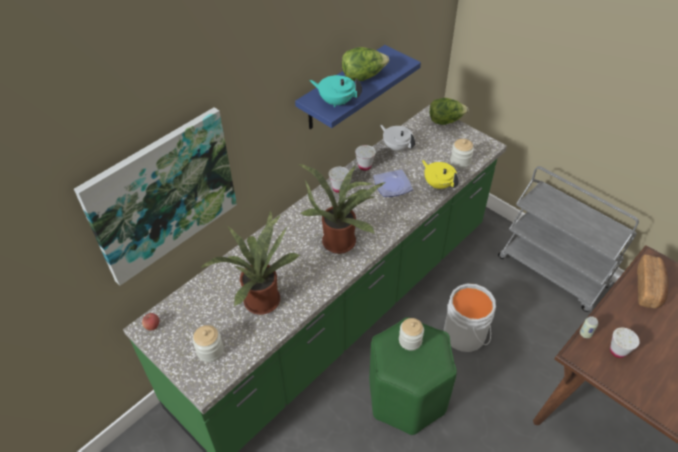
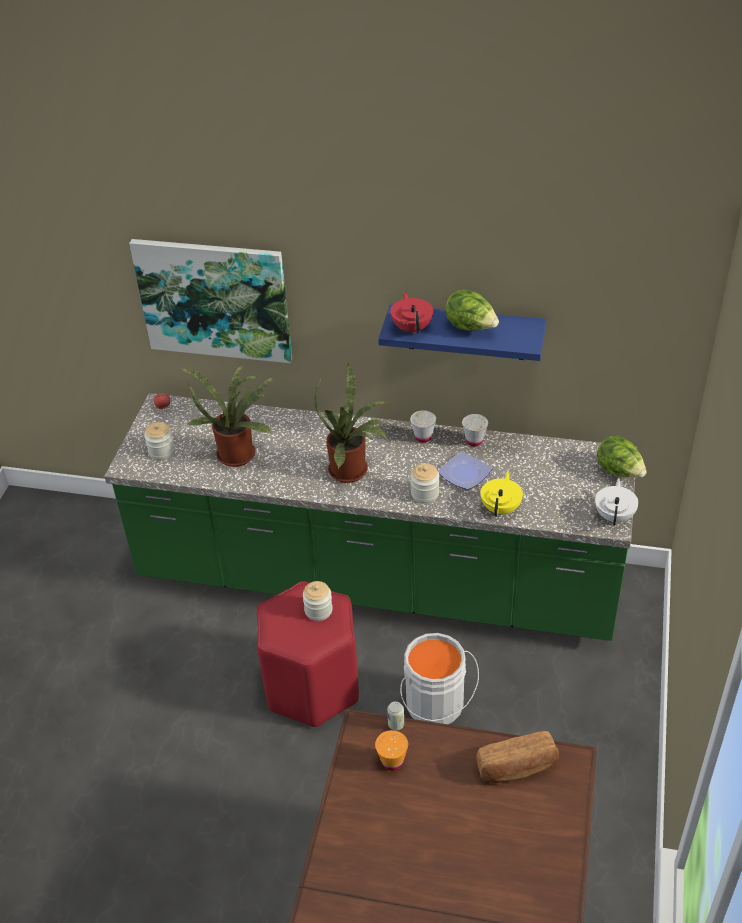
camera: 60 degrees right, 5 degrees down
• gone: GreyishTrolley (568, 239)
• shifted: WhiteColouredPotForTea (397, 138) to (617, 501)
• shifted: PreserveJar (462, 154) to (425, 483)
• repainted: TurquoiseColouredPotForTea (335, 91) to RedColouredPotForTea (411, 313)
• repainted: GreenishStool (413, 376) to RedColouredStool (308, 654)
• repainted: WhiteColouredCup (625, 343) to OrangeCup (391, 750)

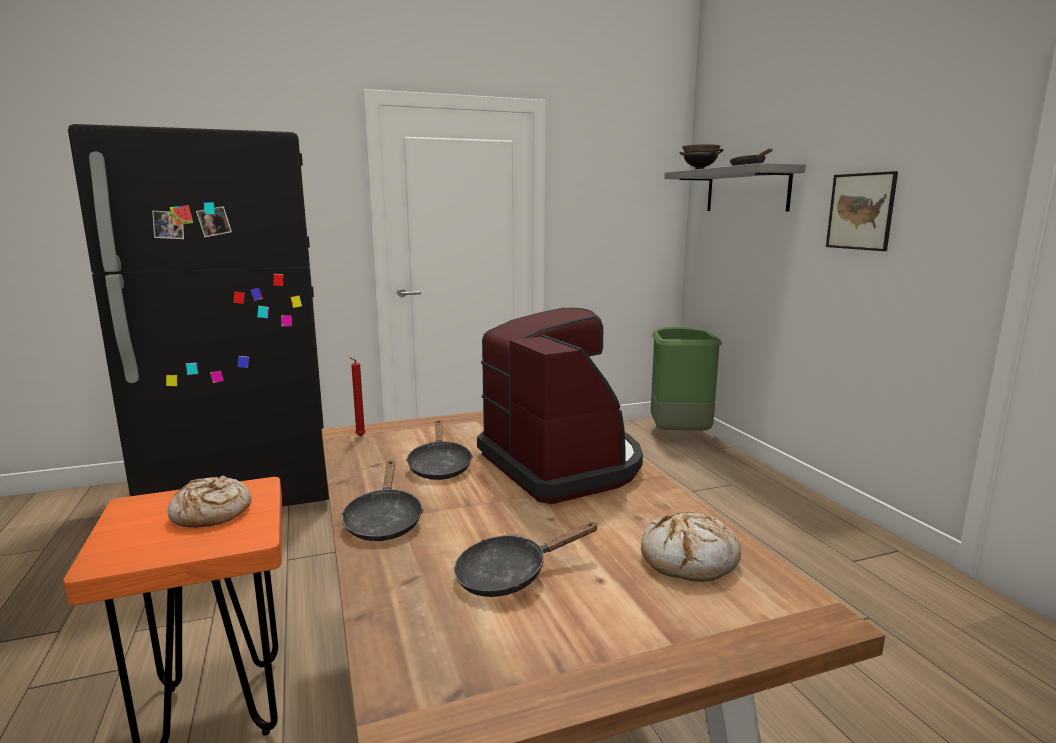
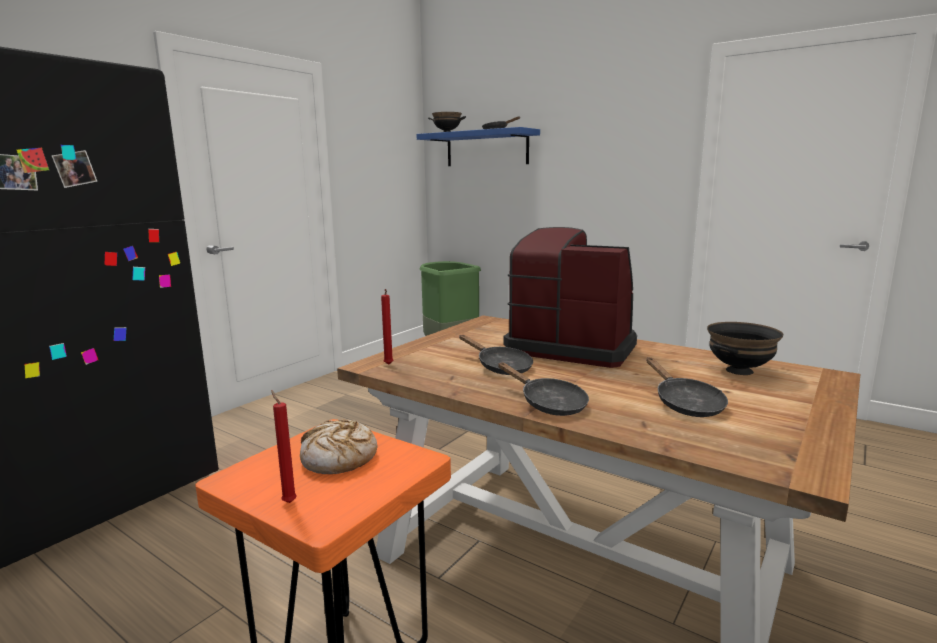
camera: 35 degrees left, 0 degrees up
• gone: WallArt (862, 211)
• new: RedColouredCandle (284, 446)
• swapped: BakeryBread (691, 546) to BlackishDeepDish (745, 348)
• repainted: GreyishShelf (735, 187) to BlueShelf (478, 146)
• rotated: BlackishSkillet (526, 559) = (687, 387) 45 degrees counterclockwise

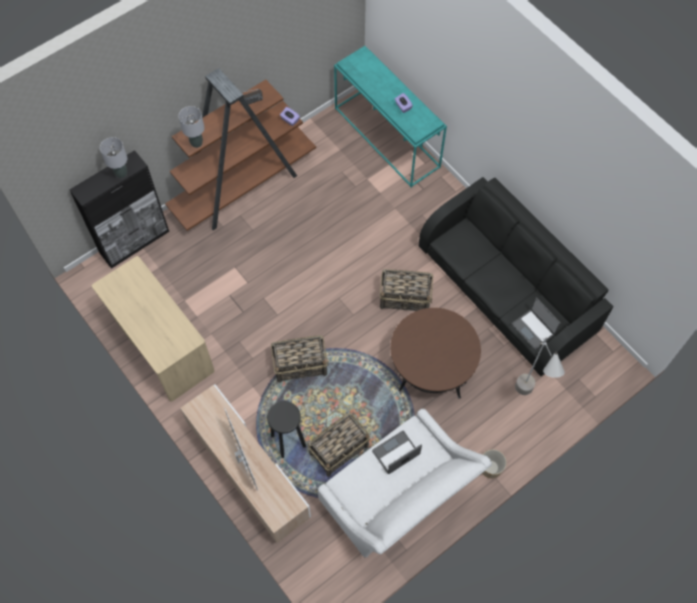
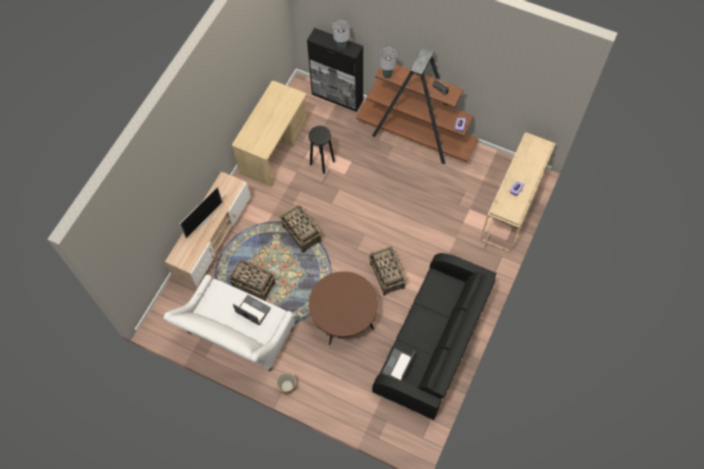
camera: 65 degrees right, 0 degrees up
• gone: GreyishStandingLamp (540, 366)
• shifted: BlackishStool (286, 429) to (322, 150)
• repainted: TurquoiseColouredHallTable (390, 116) to SandColouredHallTable (517, 192)

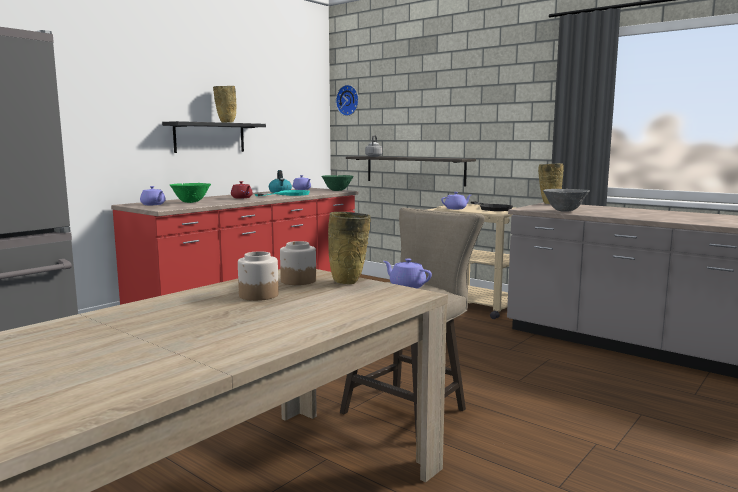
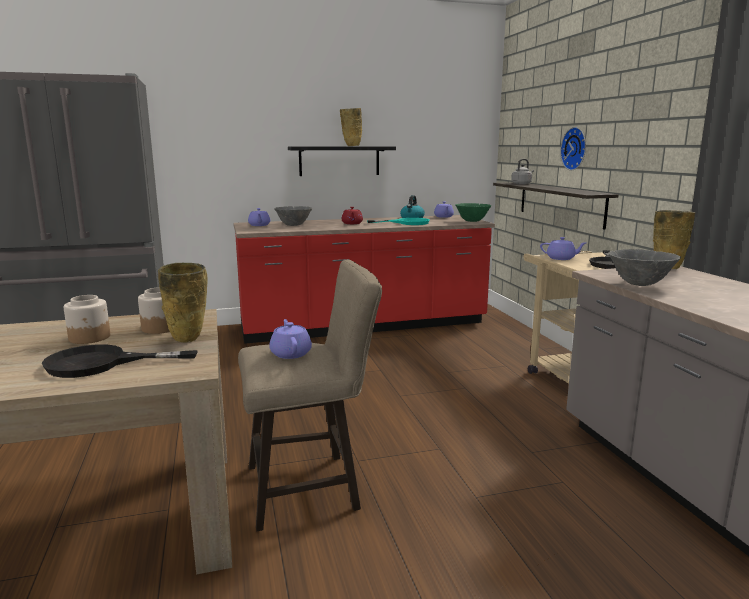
camera: 35 degrees right, 5 degrees up
• new: BlackishSkillet (119, 361)
• shifted: WallClock (347, 100) to (573, 148)
• repainted: GreenishDeepDish (190, 193) to GreyishDeepDish (293, 216)

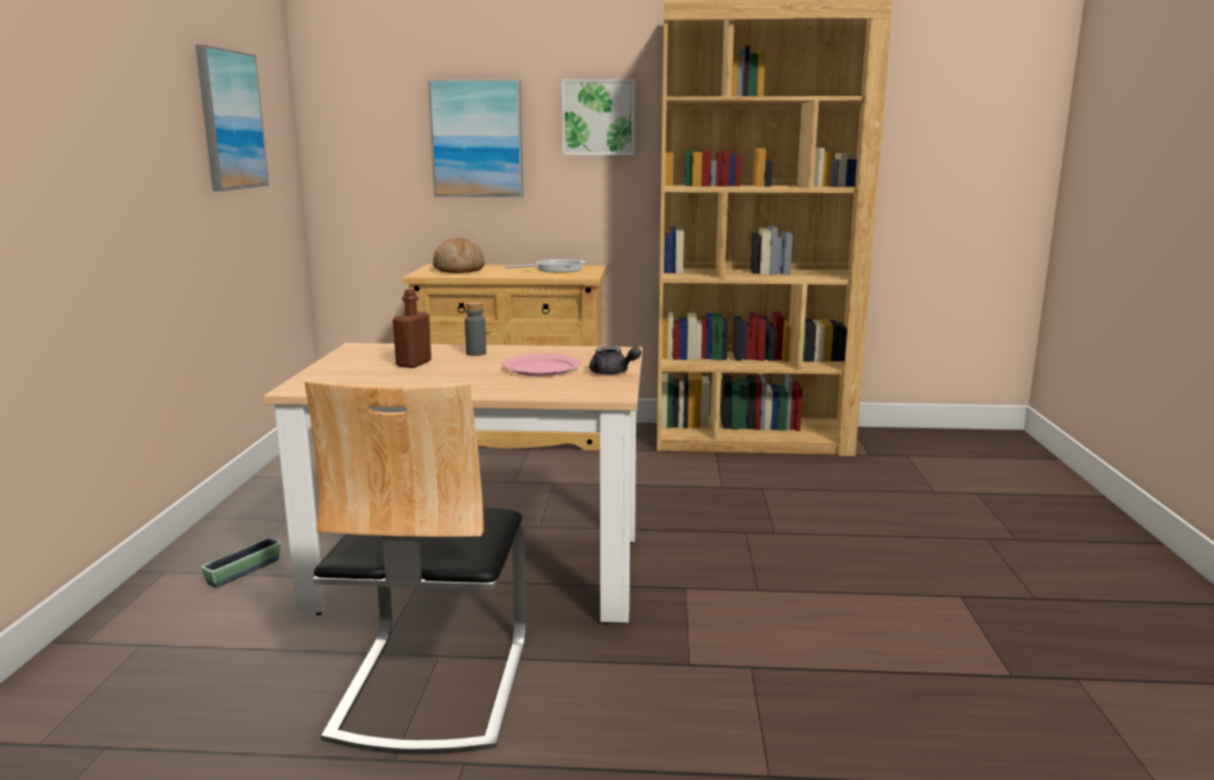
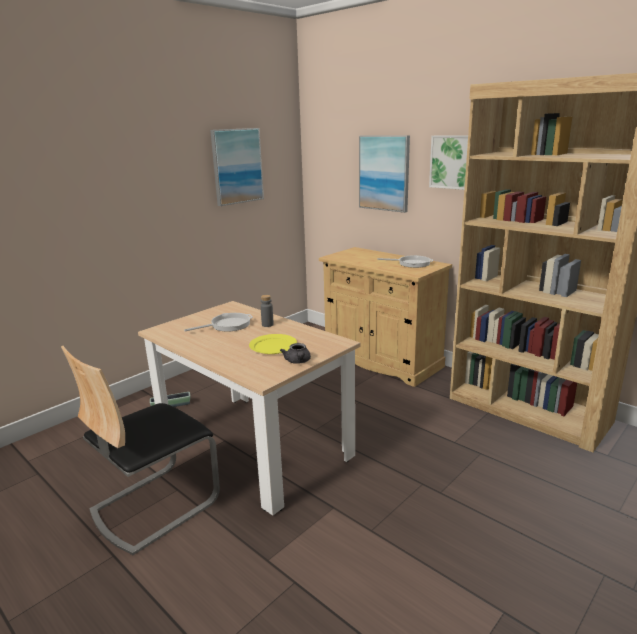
camera: 40 degrees right, 5 degrees up
• gone: BakeryBread (459, 255)
• swapped: BrownBeverageBottle (412, 328) to Skillet (218, 322)
• repainted: PinkishFlatDish (541, 365) to YellowFlatDish (273, 344)

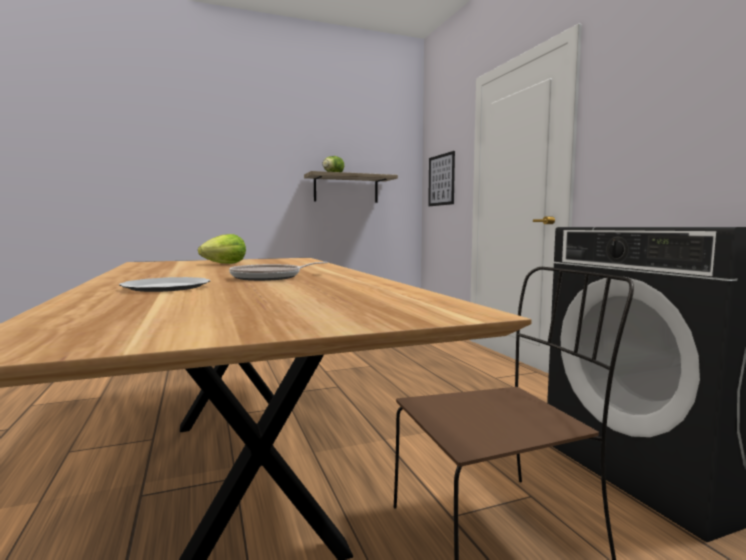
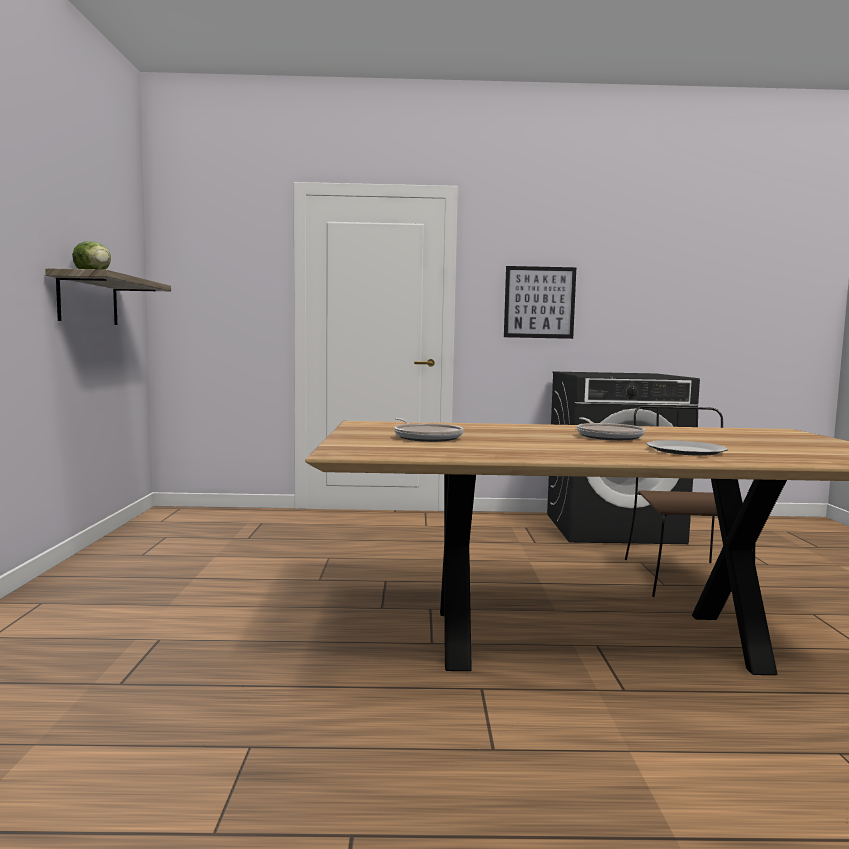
camera: 70 degrees left, 0 degrees up
• shifted: WallArt (441, 178) to (540, 302)
• swapped: LettuceHead (222, 249) to Skillet (429, 430)

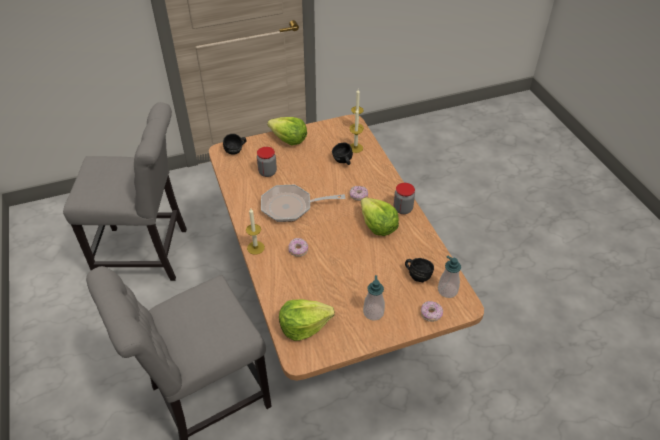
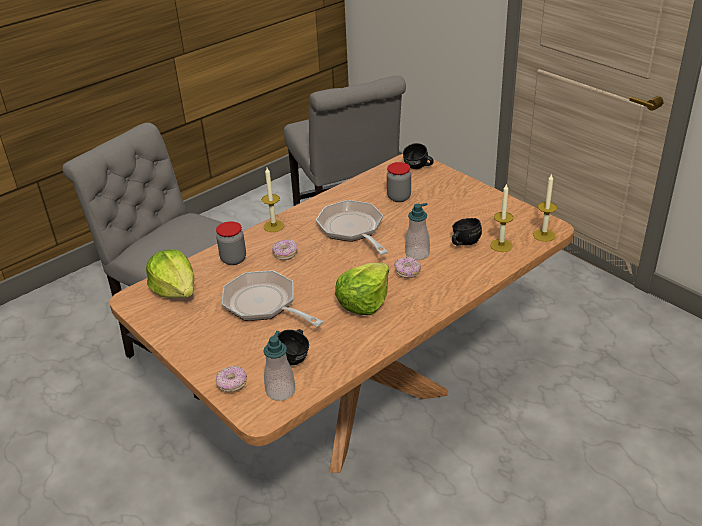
camera: 70 degrees right, 10 degrees down
• gone: LettuceHead (287, 131)
• new: Skillet (272, 298)
• shifted: SoapBottle (374, 297) to (417, 231)
• shifted: PreserveJar (404, 198) to (231, 243)

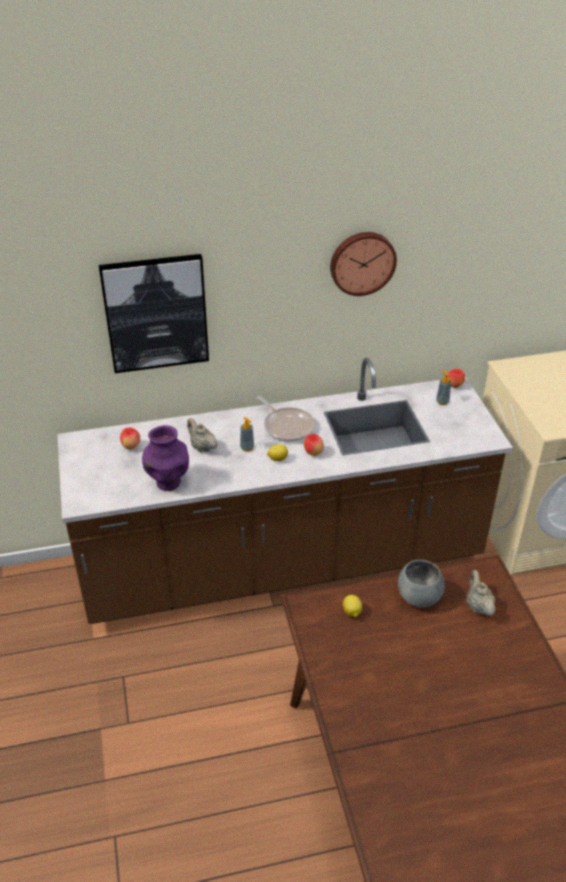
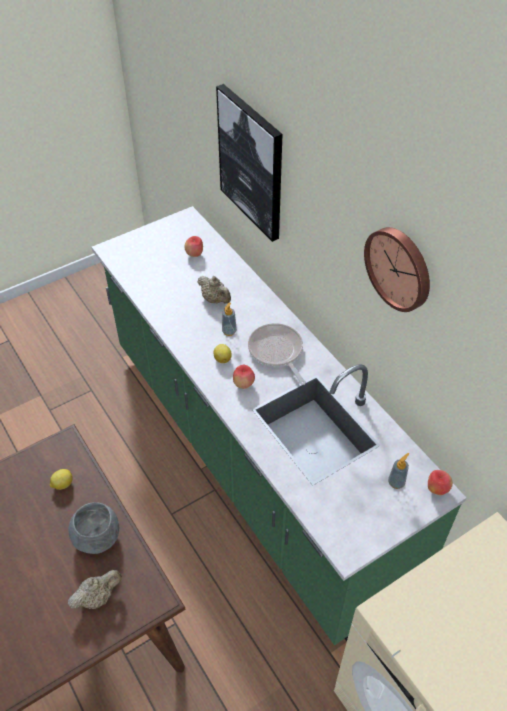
camera: 70 degrees right, 10 degrees up
• gone: PurpleDecorativeVase (165, 458)
• repainted: BrownKitchenCounter (285, 491) to GreenishKitchenCounter (279, 425)
• rotated: SandColouredPotForTea (202, 435) = (214, 290) 105 degrees clockwise
• rotated: Skillet (286, 419) = (277, 354) 120 degrees clockwise

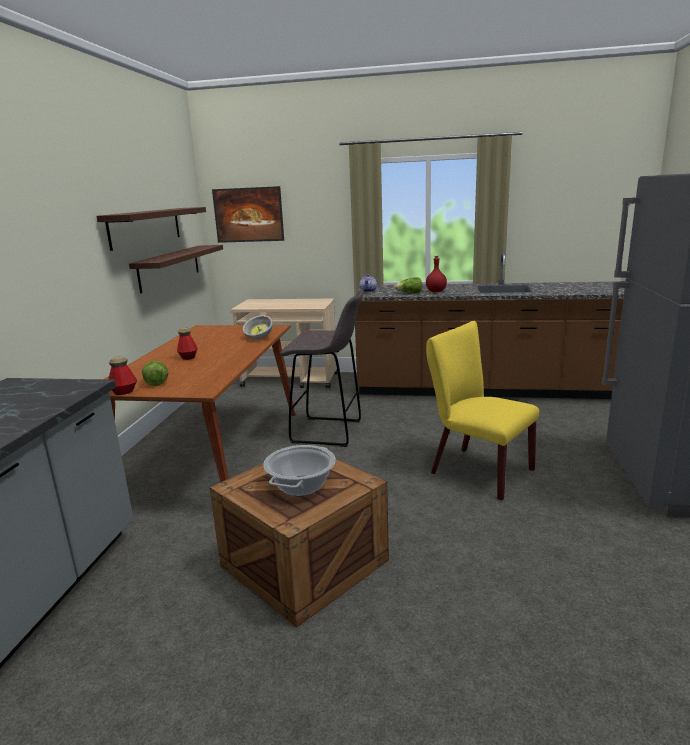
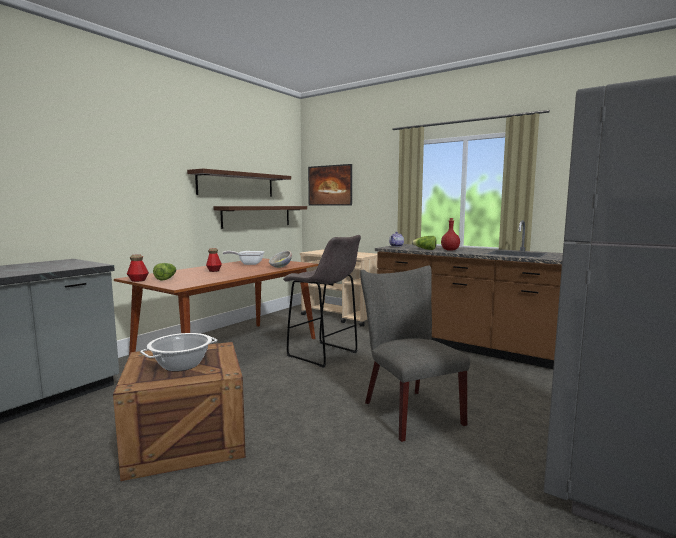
camera: 25 degrees right, 10 degrees down
• new: Skillet (244, 258)
• repainted: YellowUprightChair (482, 411) to GreyishUprightChair (415, 353)

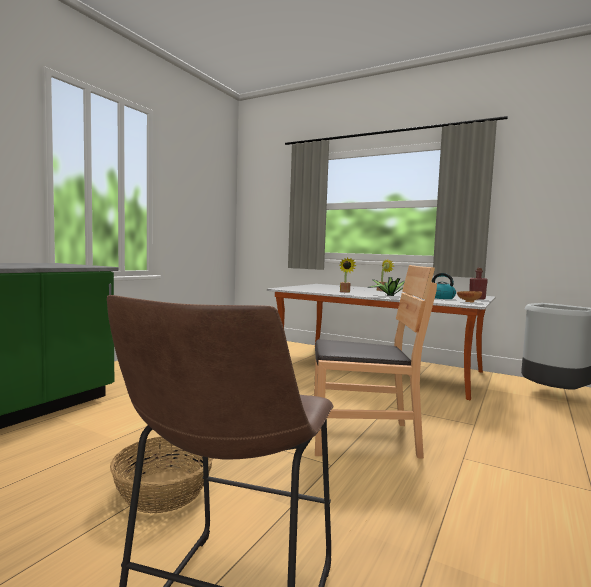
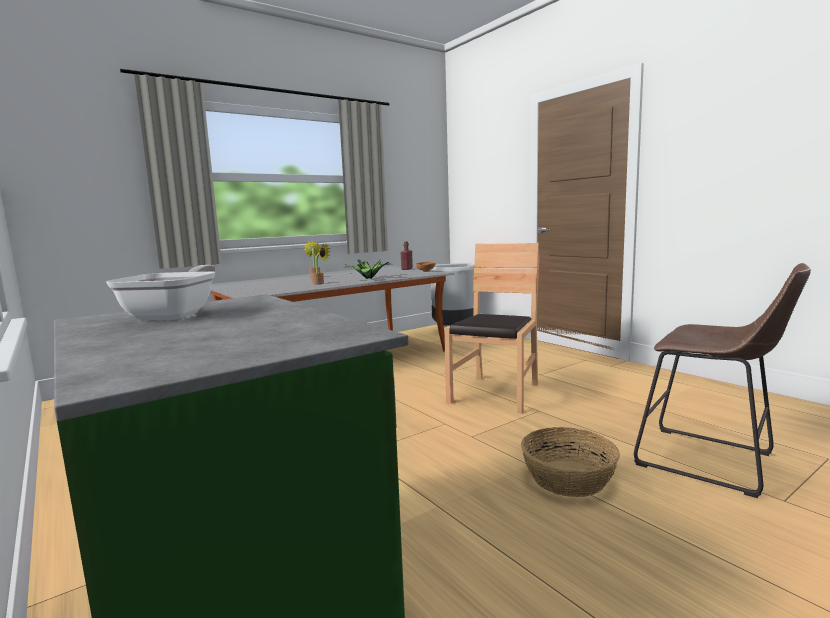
camera: 65 degrees left, 5 degrees up
• gone: TeaKettle (444, 286)
• new: Skillet (161, 292)

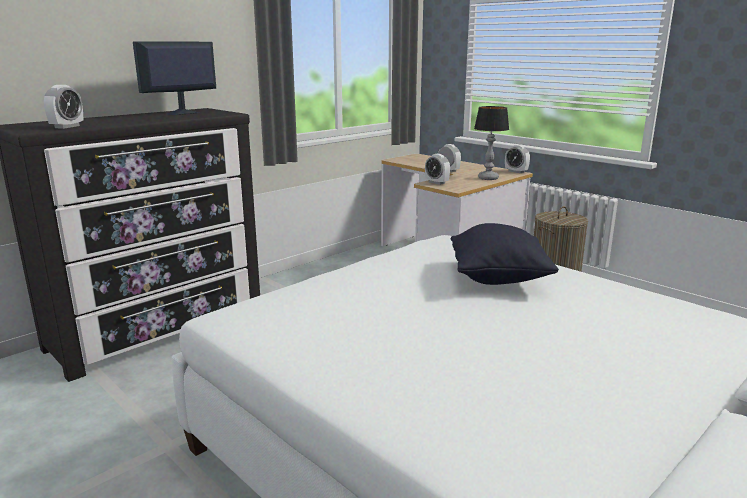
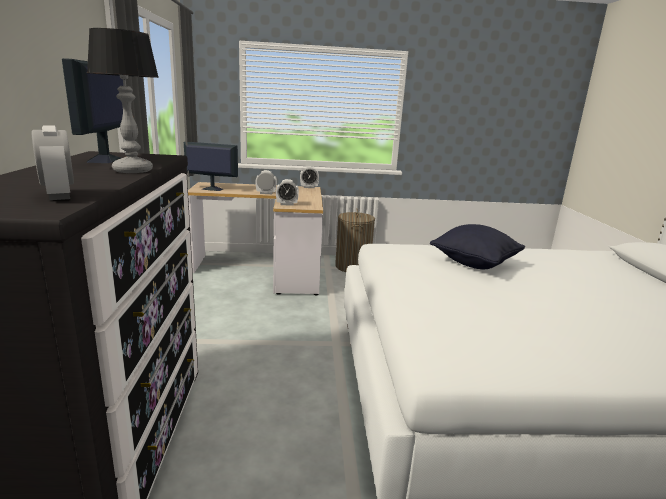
camera: 50 degrees left, 0 degrees up
• new: ComputerDisplay (211, 166)
• shifted: LampForATable (491, 143) to (123, 100)

